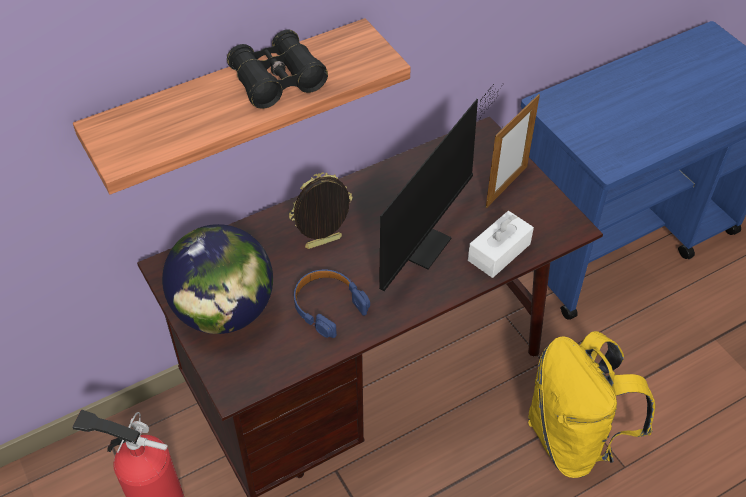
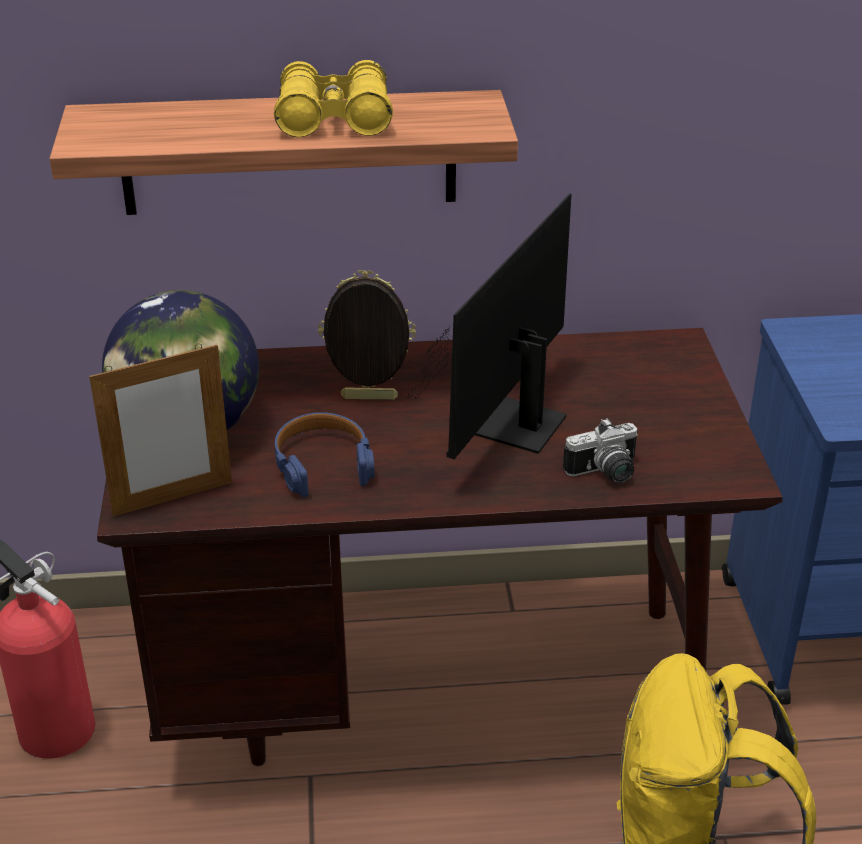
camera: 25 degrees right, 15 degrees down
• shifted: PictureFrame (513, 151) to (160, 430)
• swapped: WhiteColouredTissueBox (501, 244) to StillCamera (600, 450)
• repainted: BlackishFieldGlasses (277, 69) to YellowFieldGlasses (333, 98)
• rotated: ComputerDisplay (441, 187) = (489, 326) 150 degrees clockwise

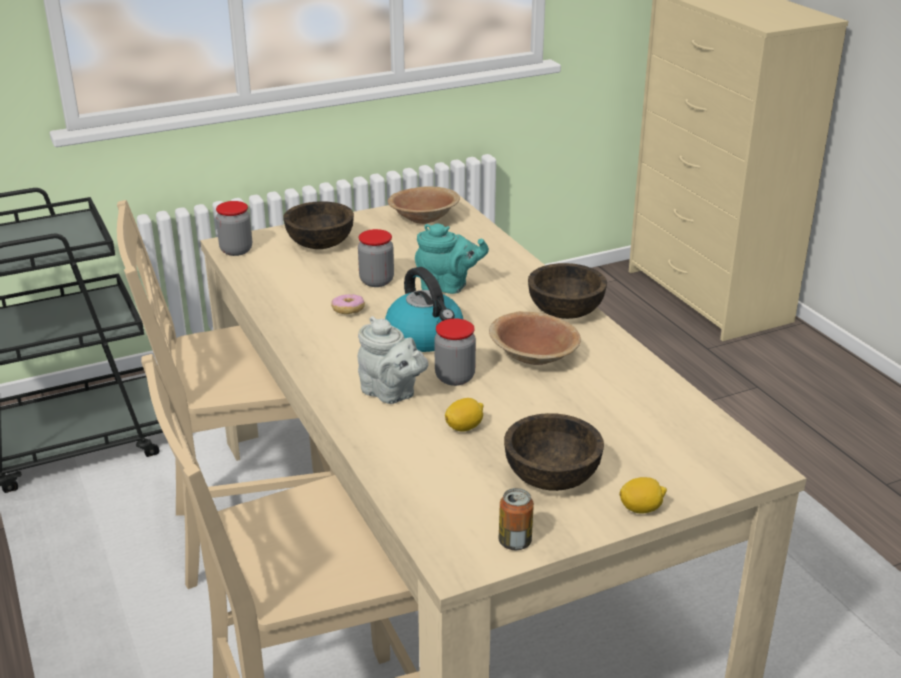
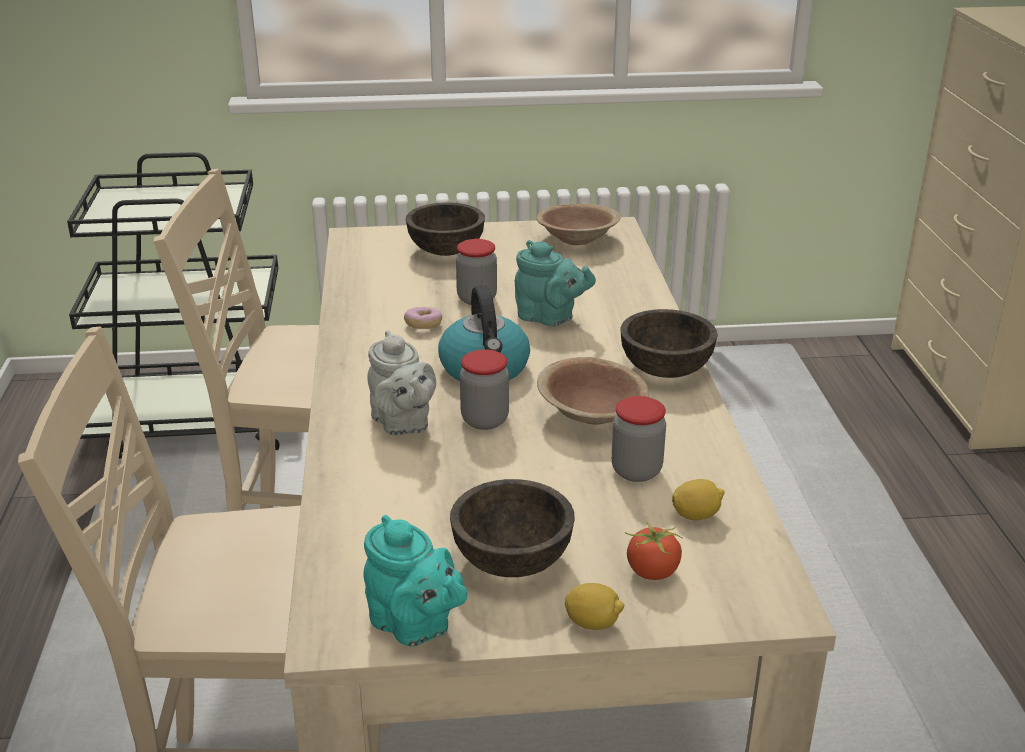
camera: 20 degrees right, 0 degrees up
• new: Tomato (654, 550)
• shifted: PreserveJar (234, 228) to (638, 439)
• shifted: Lemon (464, 415) to (698, 499)
• swapped: Can (516, 519) to TurquoiseColouredPotForTea (415, 581)

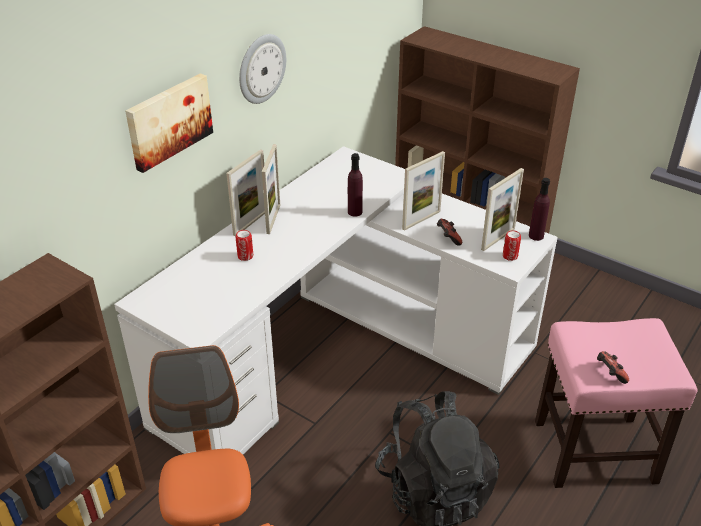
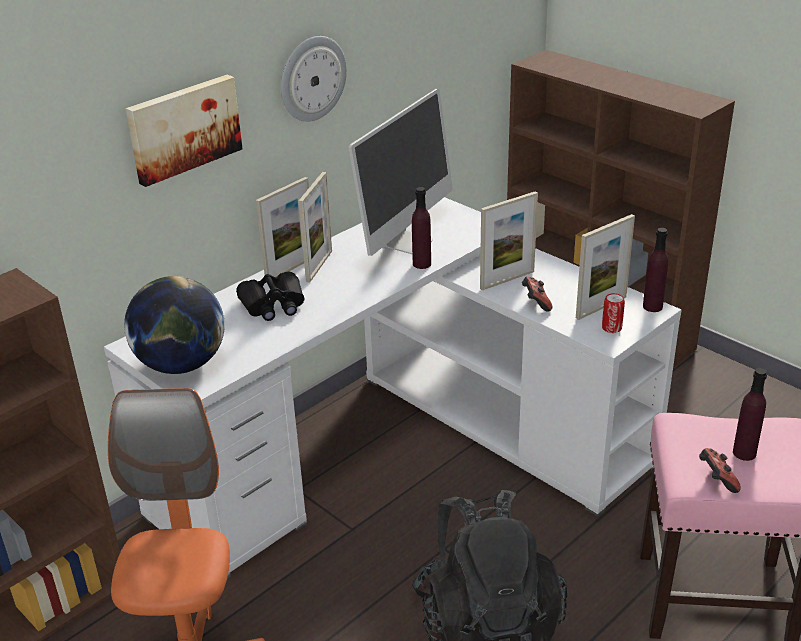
camera: 10 degrees right, 5 degrees down
• new: WorldGlobe (174, 325)
• new: ComputerDisplay (401, 172)
• new: PurpleBeverageBottle (750, 414)
• swapped: Can (244, 245) to BlackishFieldGlasses (270, 296)

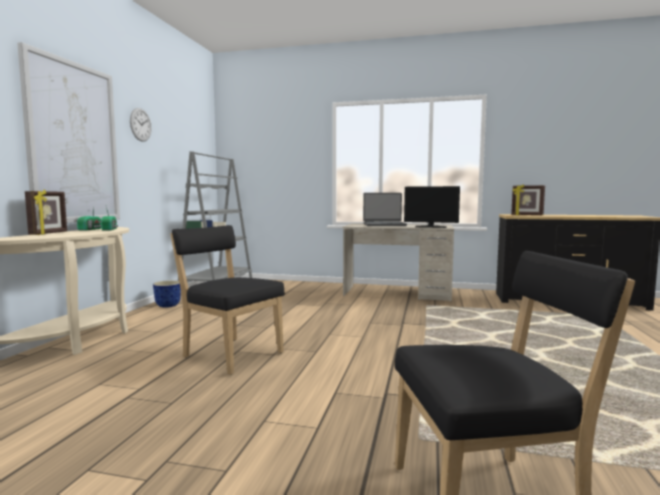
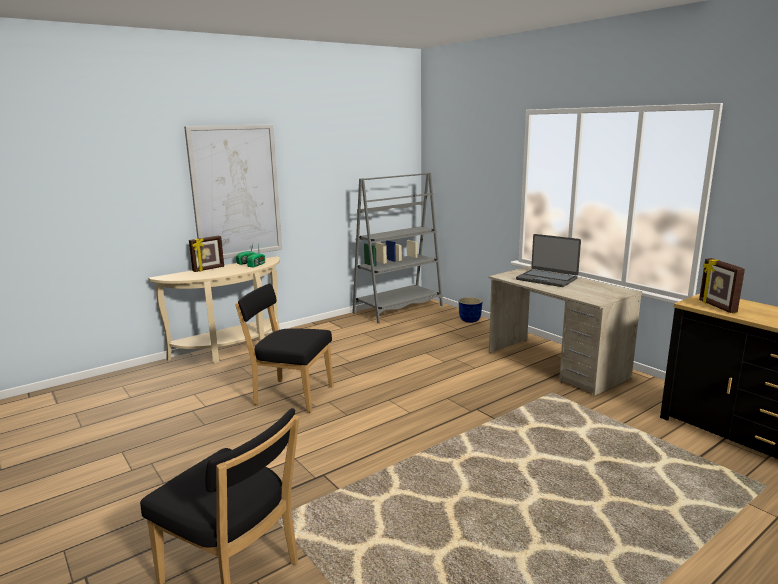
camera: 40 degrees right, 10 degrees up
• gone: WallClock (141, 124)
• gone: ComputerDisplay (432, 207)
• shifted: FlowerPot (167, 294) to (470, 310)
• rotated: BlackishUprightChair (227, 300) = (284, 348) 60 degrees counterclockwise

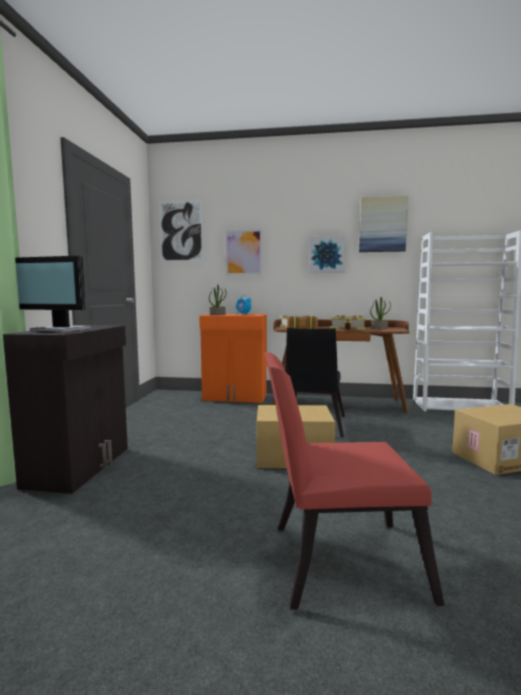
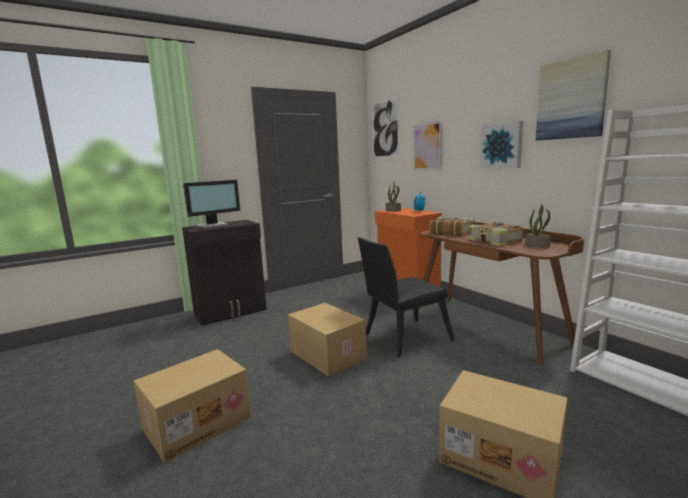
camera: 50 degrees right, 5 degrees up
• swapped: RedColouredUprightChair (354, 481) to PackingBox (192, 406)
• rotated: ComputerDisplay (53, 294) = (211, 204) 105 degrees counterclockwise

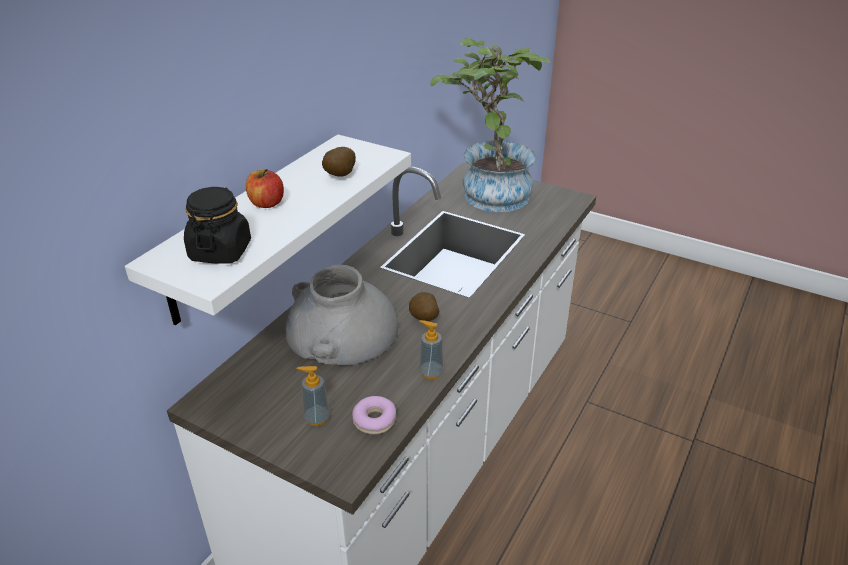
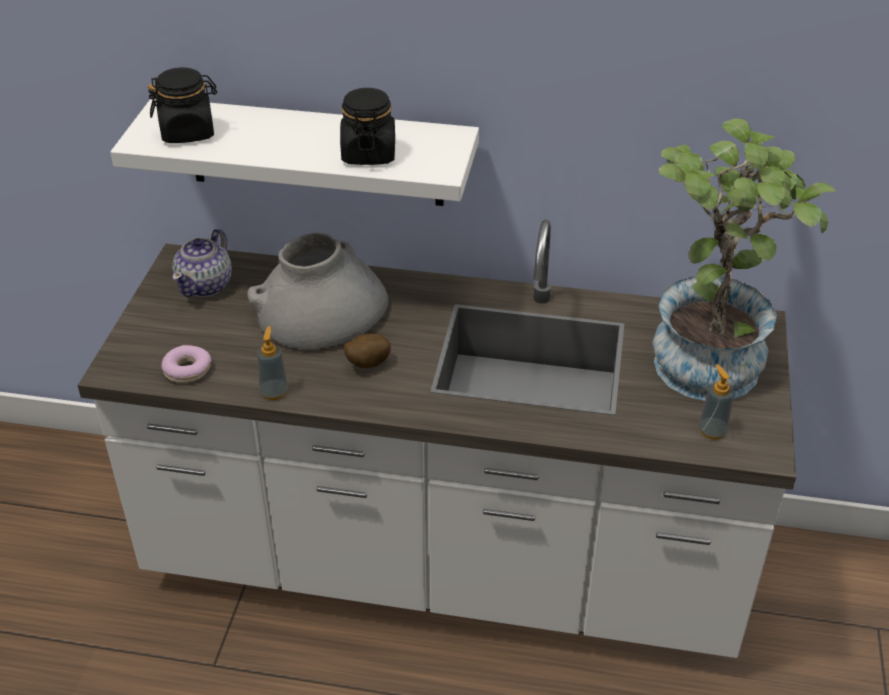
camera: 70 degrees right, 5 degrees up
• gone: WholeApple (265, 188)
• new: PotForTea (202, 263)
• shifted: SoapBottle (313, 396) to (716, 402)
• swapped: WholePotato (339, 162) to BlackishPreserveJar (367, 126)

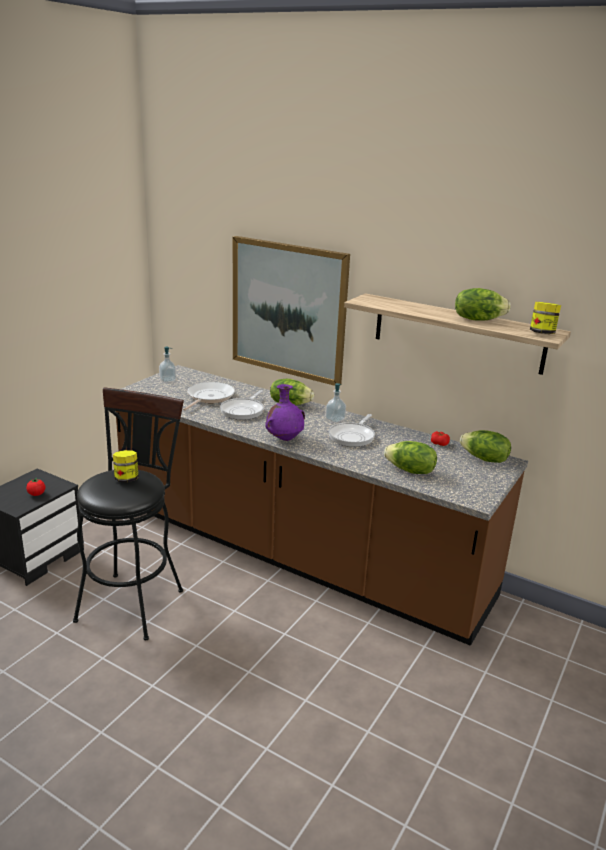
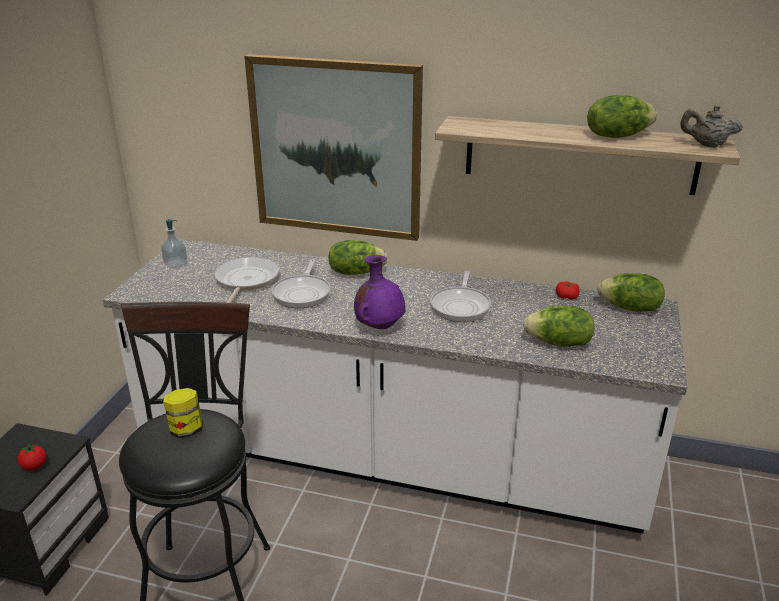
camera: 15 degrees left, 5 degrees up
• gone: SoapBottle (335, 403)
• swapped: PreserveJar (545, 318) to SandColouredPotForTea (711, 126)
• repainted: BrownKitchenCounter (322, 505) to WhiteColouredKitchenCounter (395, 386)

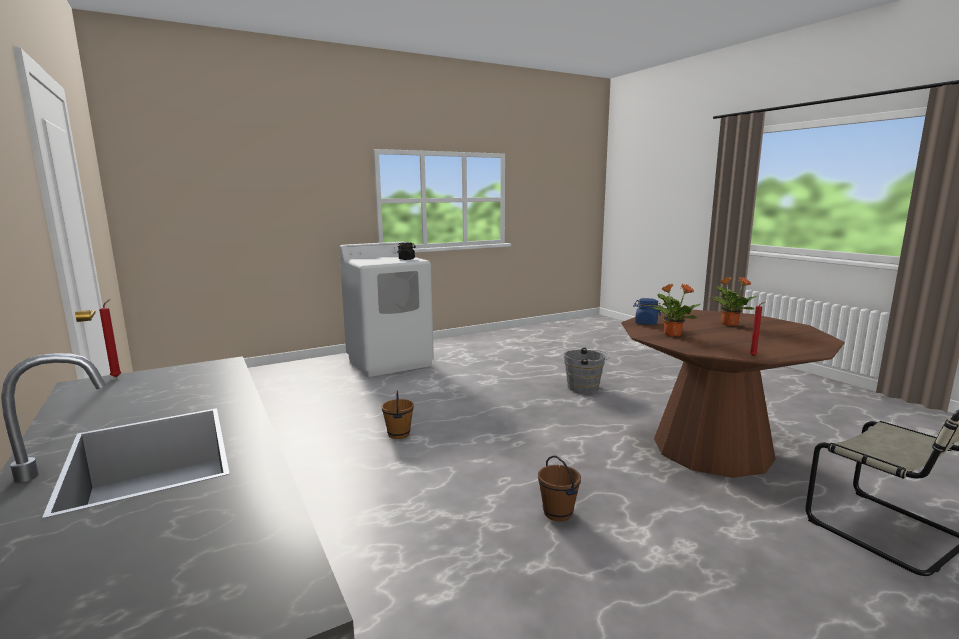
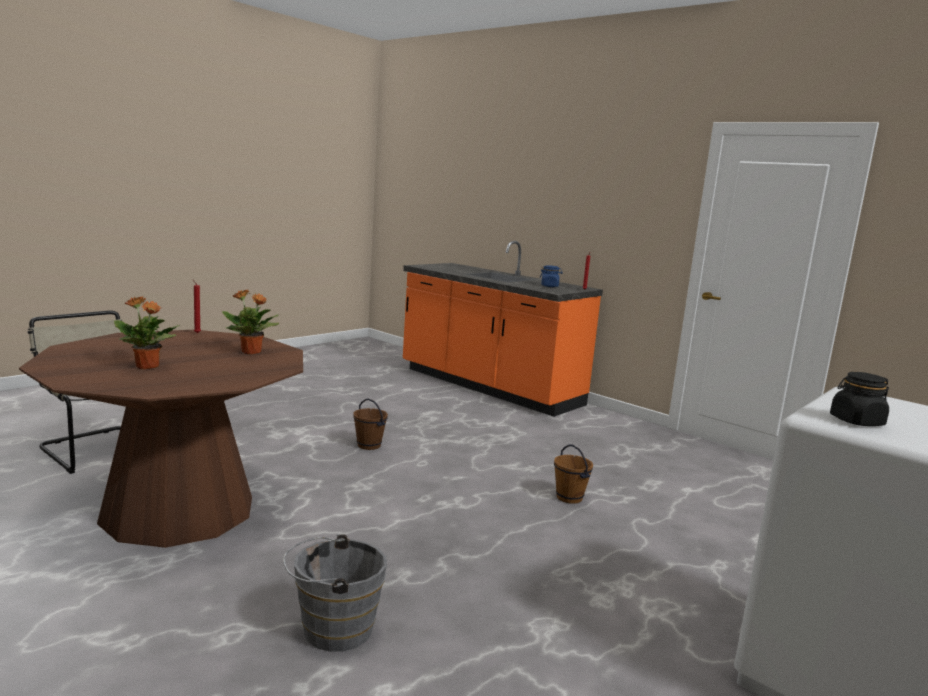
camera: 160 degrees right, 0 degrees up
• shifted: BluePreserveJar (647, 311) to (551, 276)

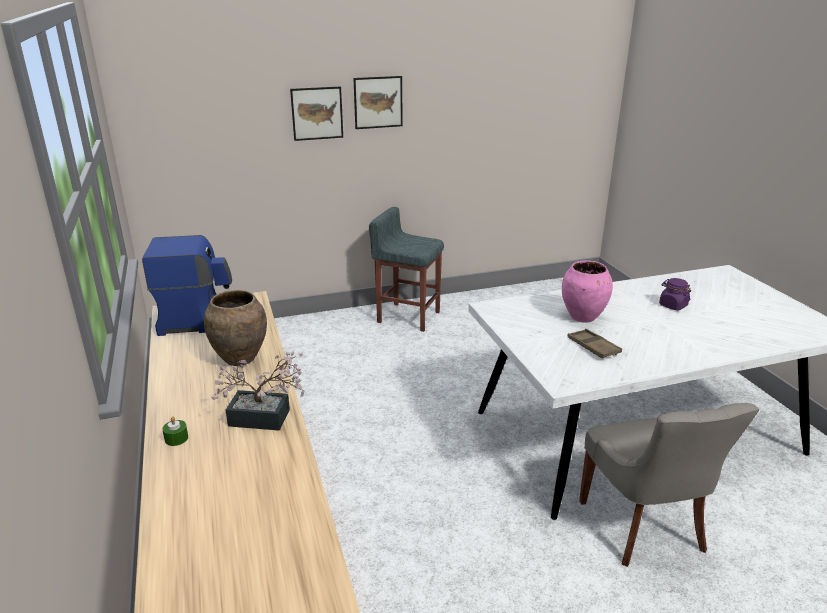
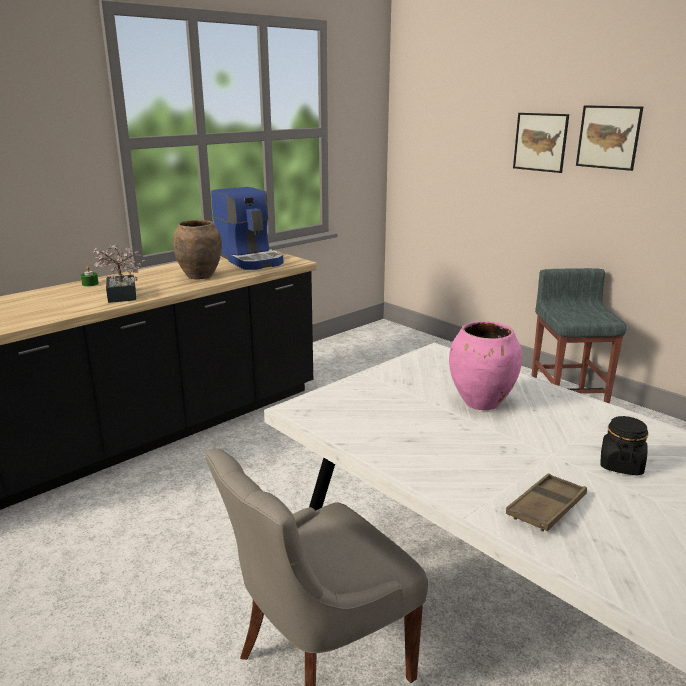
camera: 65 degrees right, 5 degrees down
• shifted: BrownServingTray (595, 344) to (546, 502)
• repainted: PurplePreserveJar (675, 294) to BlackishPreserveJar (624, 446)

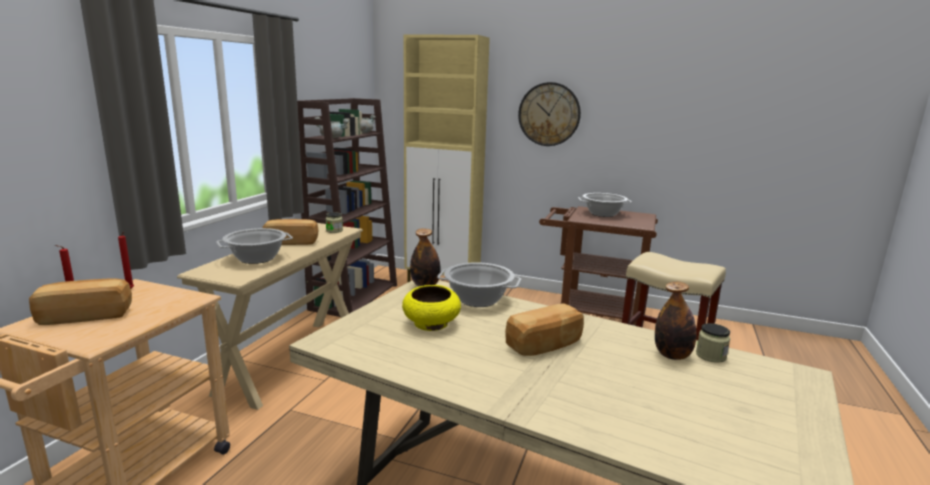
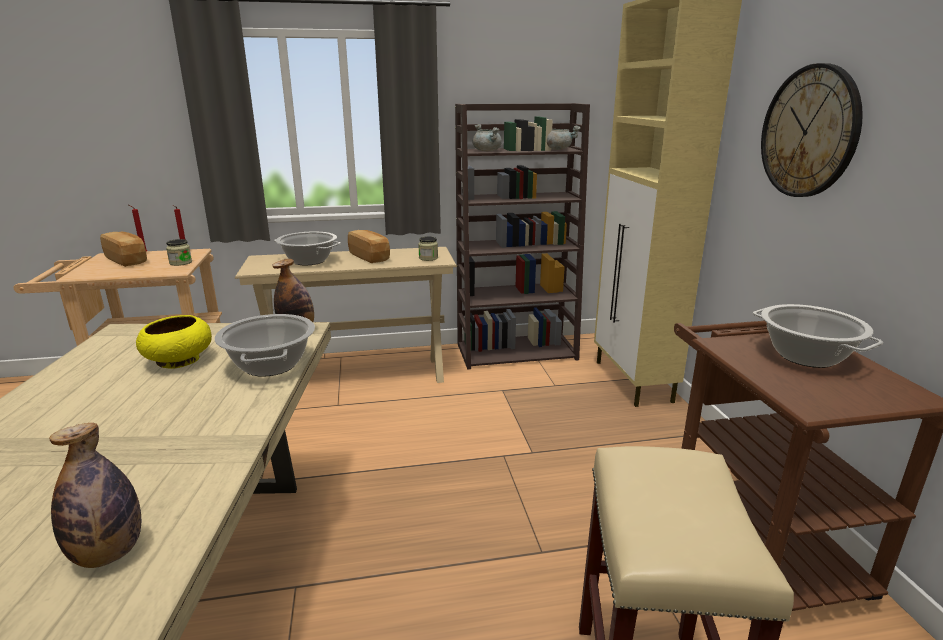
camera: 60 degrees right, 5 degrees up
• gone: BakeryBread (544, 329)
• shifted: PreserveJar (713, 343) to (179, 252)

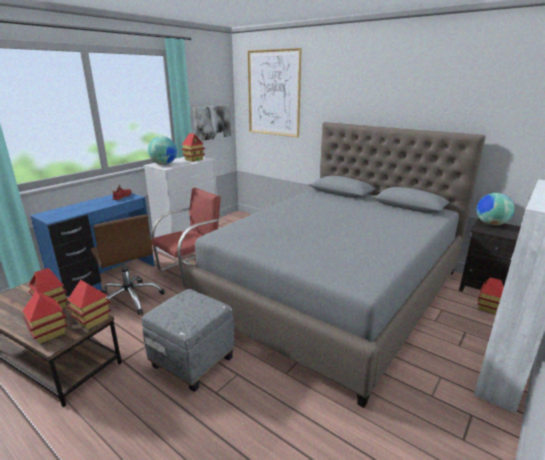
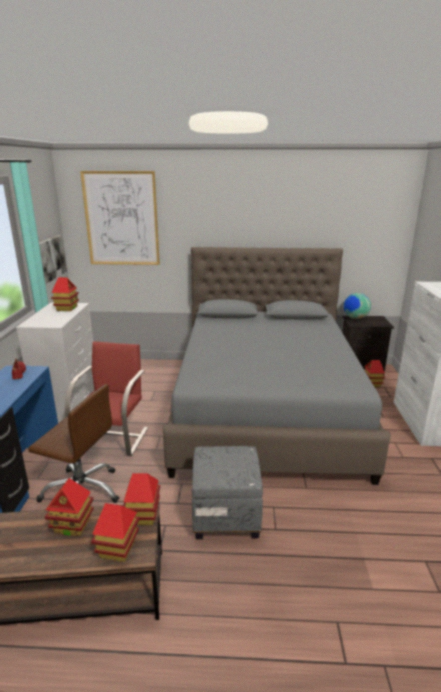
camera: 35 degrees left, 0 degrees up
• gone: WorldGlobe (162, 150)

